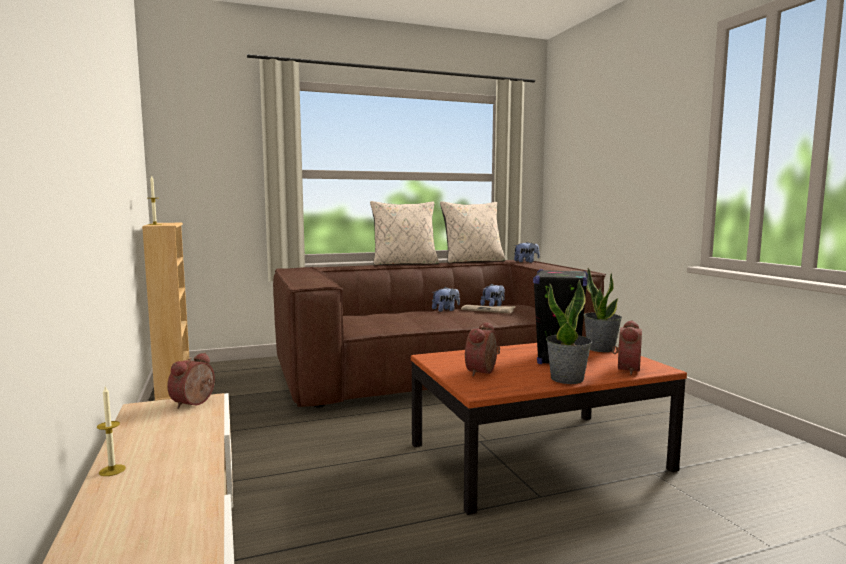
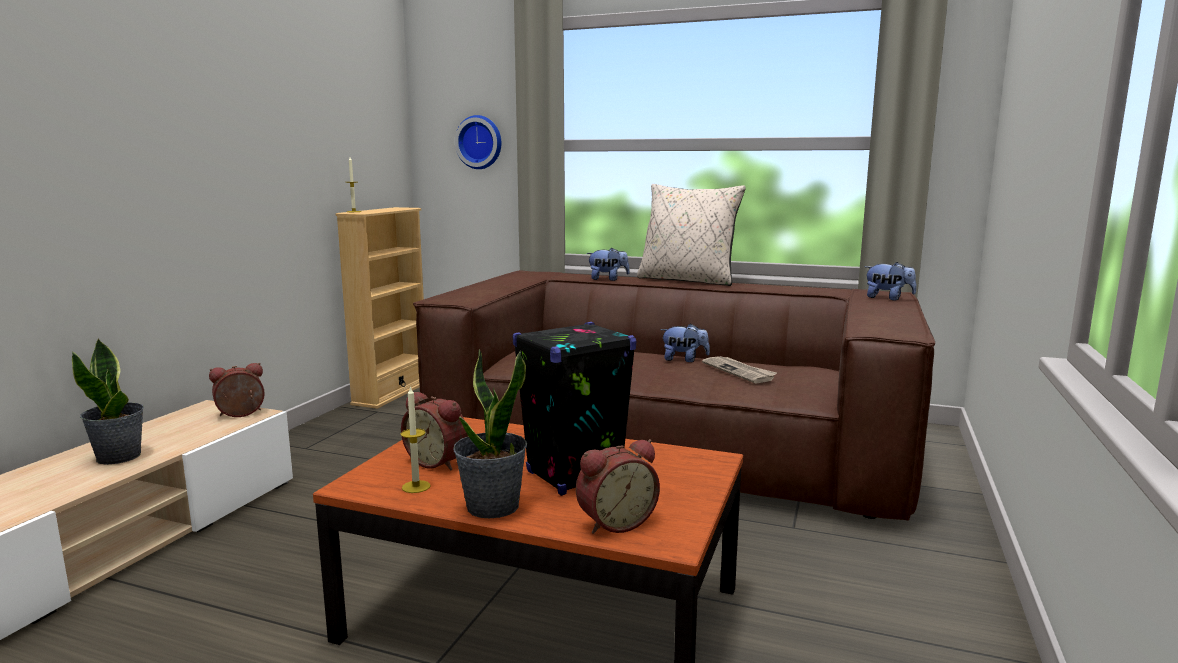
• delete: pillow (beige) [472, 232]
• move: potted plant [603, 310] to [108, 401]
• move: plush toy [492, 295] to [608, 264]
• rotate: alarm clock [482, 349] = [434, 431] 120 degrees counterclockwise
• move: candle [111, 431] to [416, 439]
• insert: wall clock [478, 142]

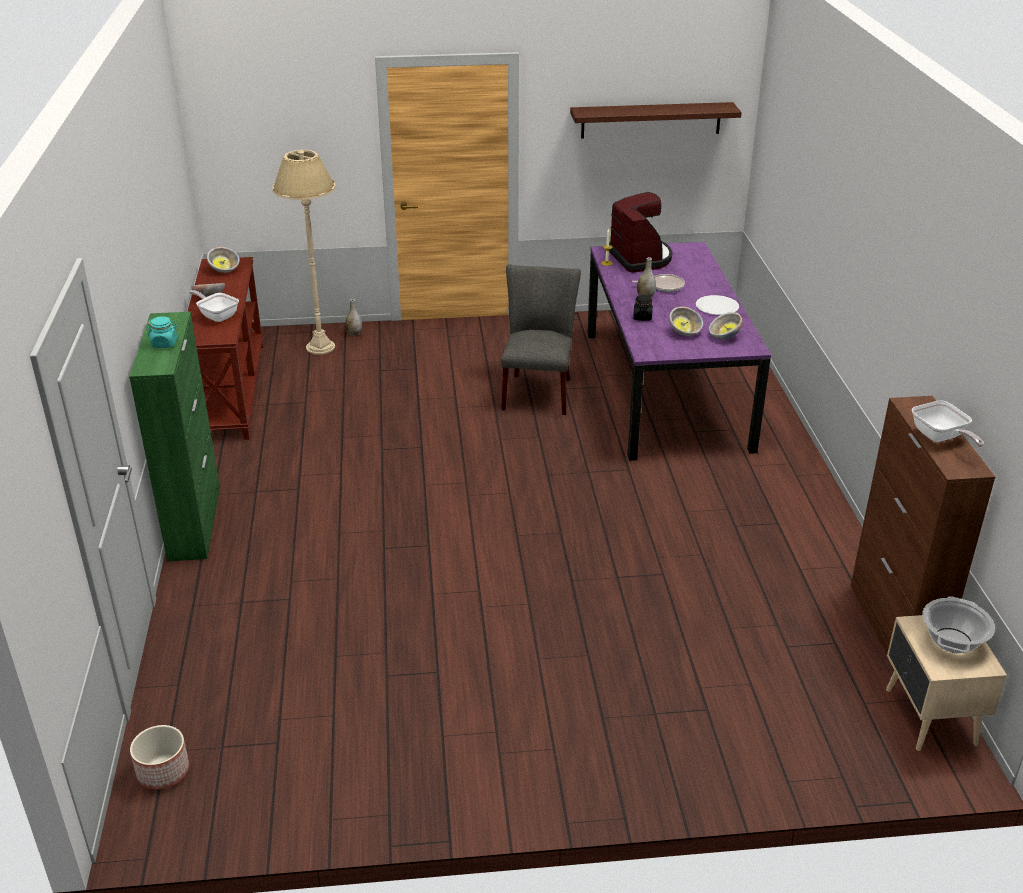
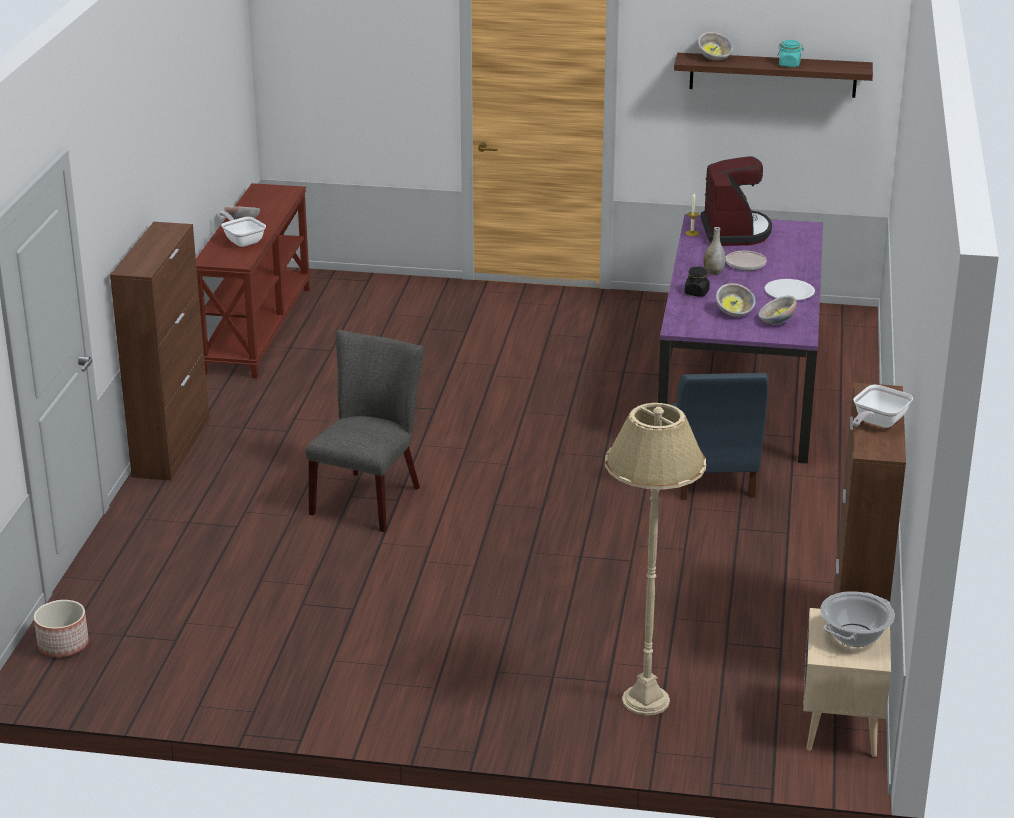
• move: floor lamp (beige) [304, 252] to [655, 559]
• move: bowl [223, 260] to [715, 46]
• move: chair (grey) [541, 339] to [365, 431]
• delete: vase (grey) [353, 317]
• recolor: cabinet (green) [174, 437] to cabinet (brown) [159, 351]
• move: jar (turquoise) [162, 332] to [790, 53]
• rotate: frying pan [948, 423] = [883, 406] 45 degrees clockwise
• insert: chair (blue) [719, 436]

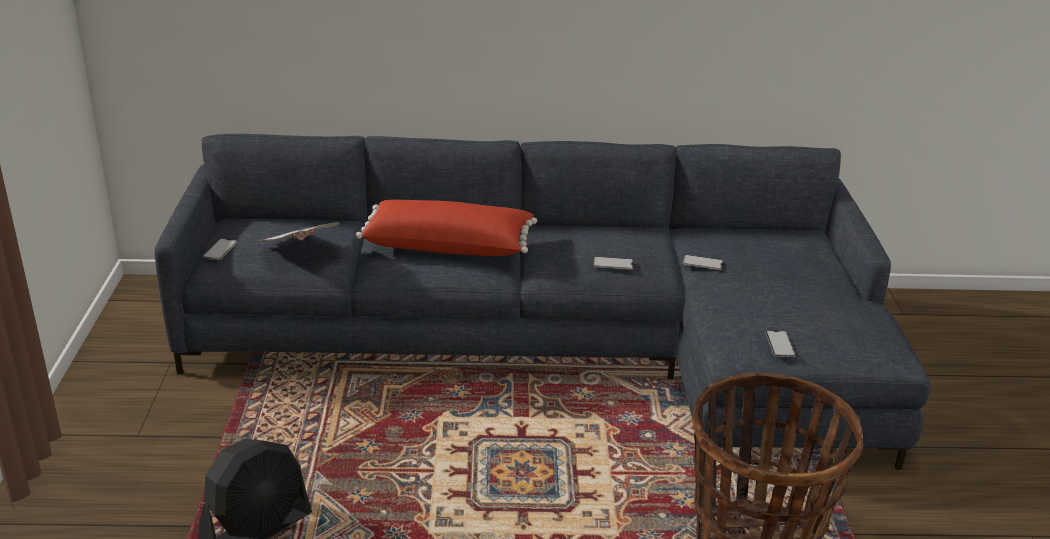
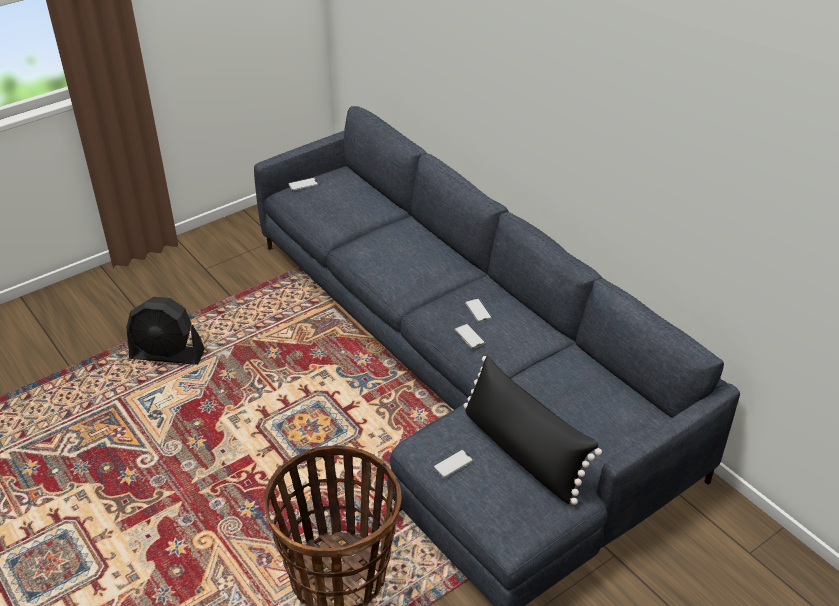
• delete: pillow (red) [446, 228]
• delete: newspaper [300, 232]
• move: phone [703, 262] to [478, 310]
• insert: pillow (black) [532, 430]

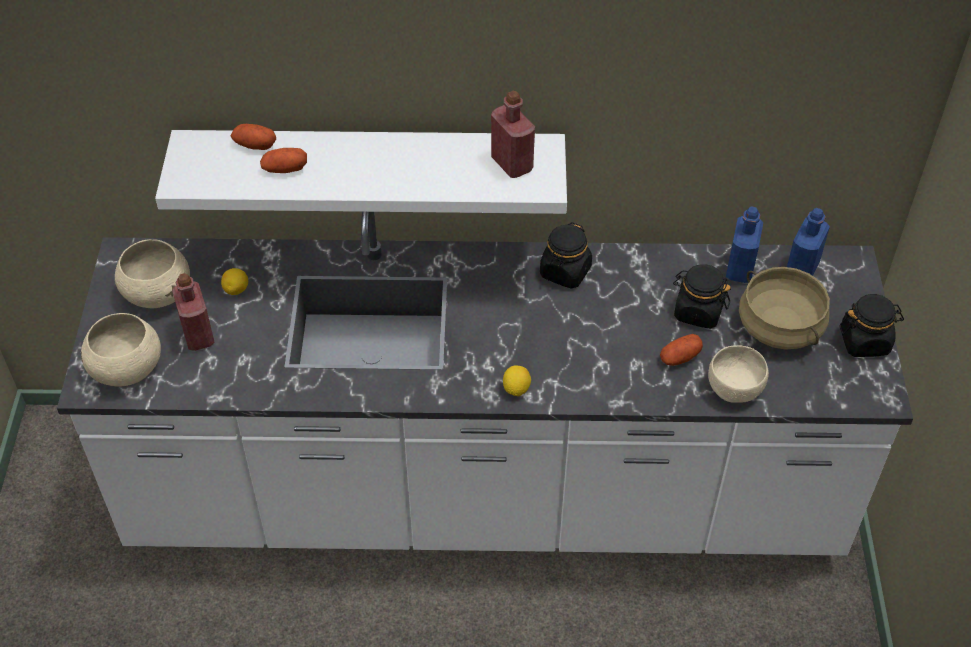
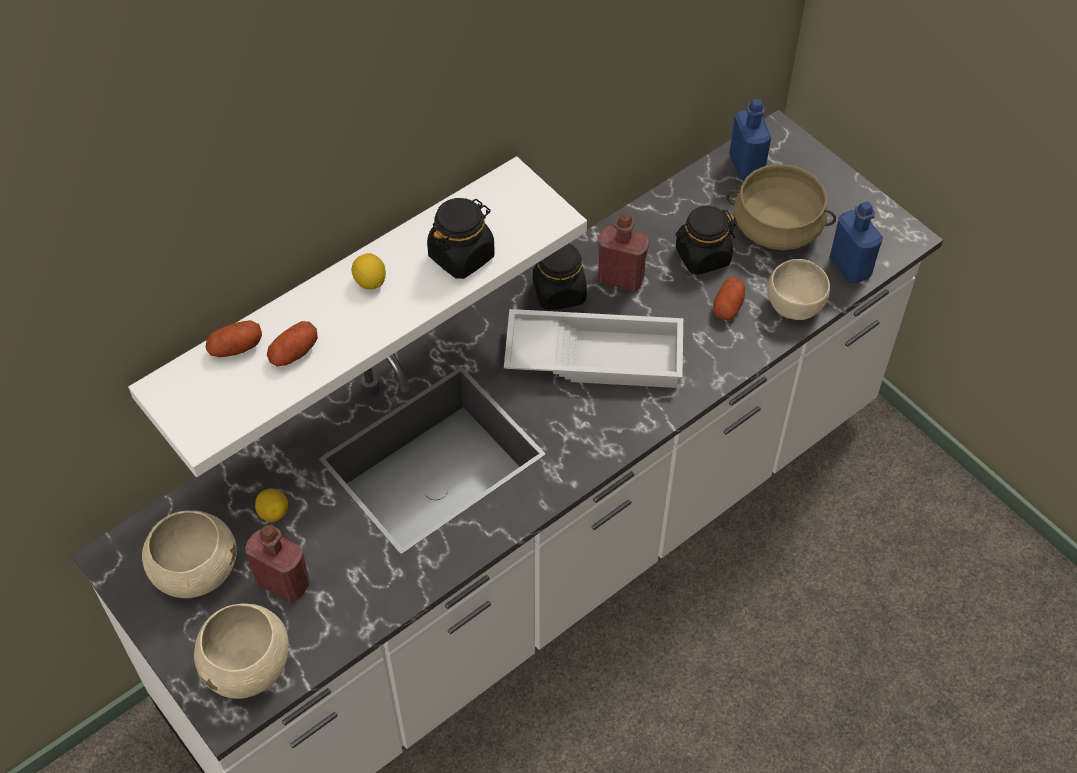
• move: bottle (red) [513, 134] to [623, 252]
• move: bottle (blue) [744, 244] to [856, 242]
• move: jar (black) [871, 325] to [461, 238]
• move: lemon [517, 380] to [369, 271]
• insert: tray (white) [593, 348]

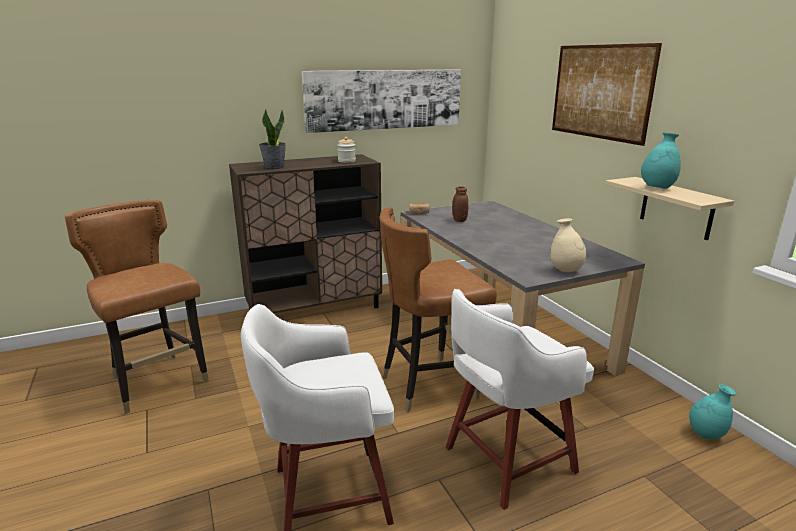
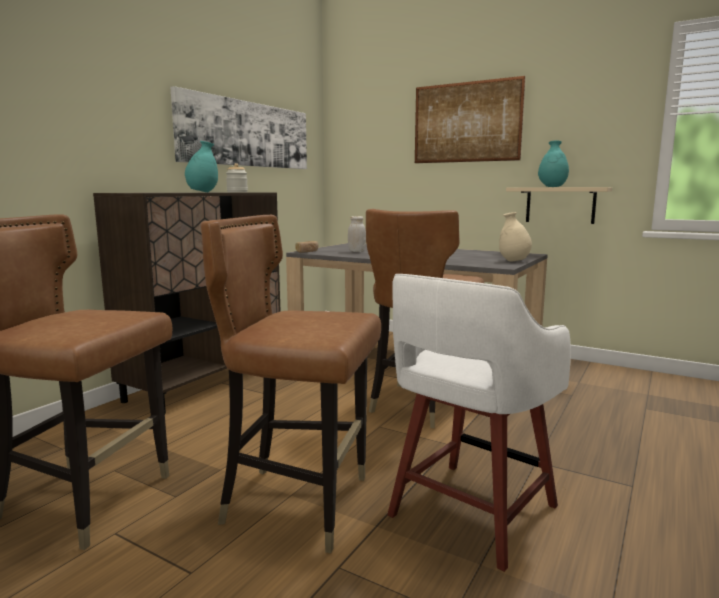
• delete: potted plant [272, 139]
• recolor: jar (brown) [460, 204] to jar (white) [357, 234]
• delete: stool (white) [520, 399]
• move: vase (turquoise) [712, 412] to [201, 166]
• insert: chair (brown) [290, 384]

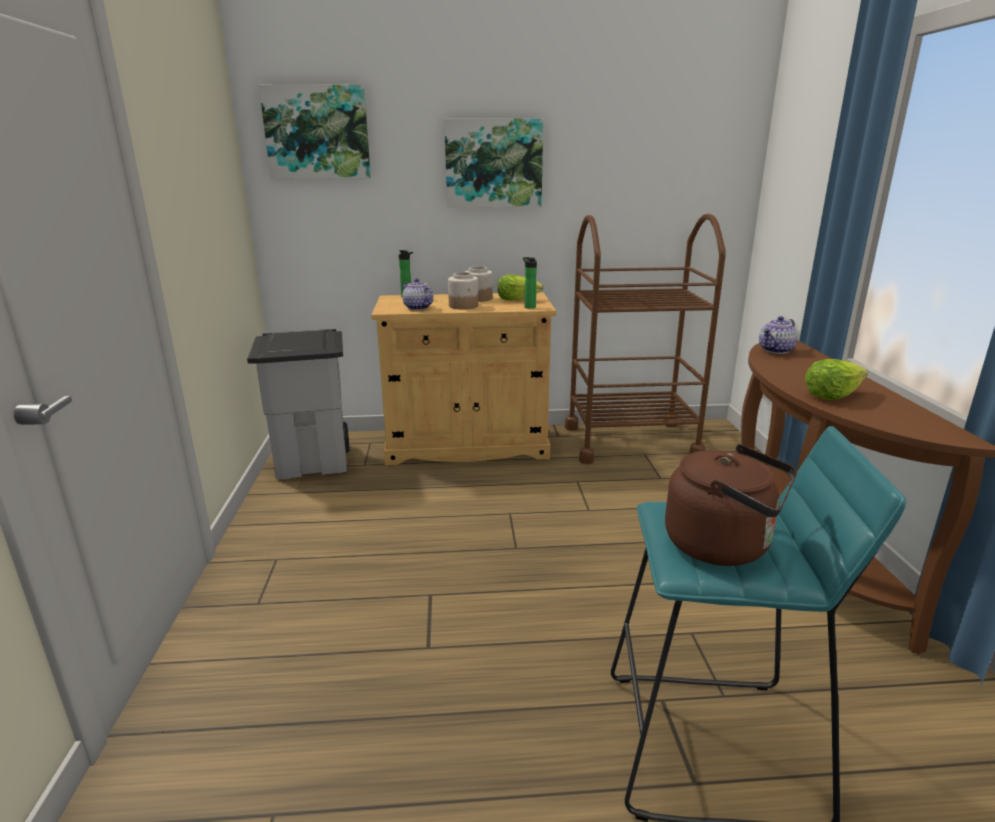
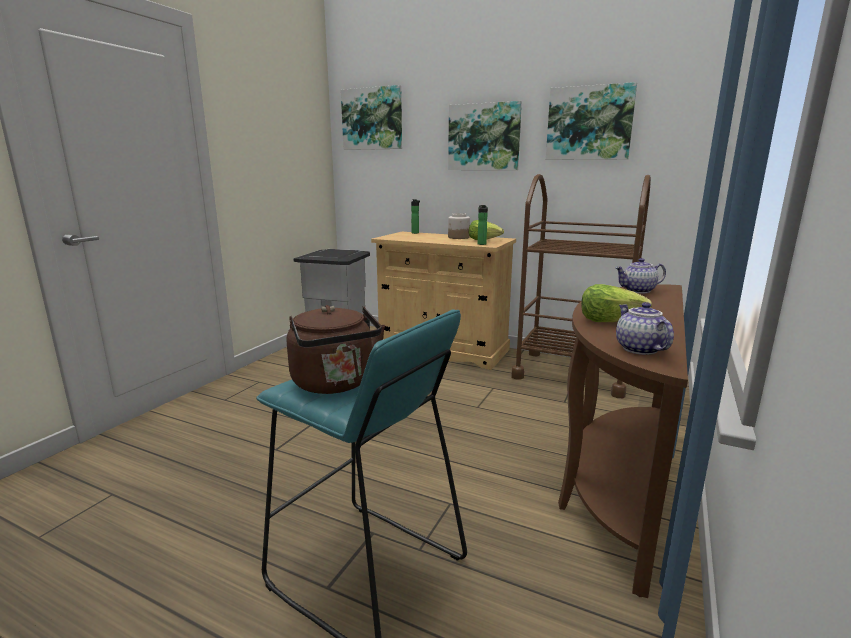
• delete: jar [463, 291]
• move: teapot [418, 294] to [645, 328]
• insert: picture [591, 121]

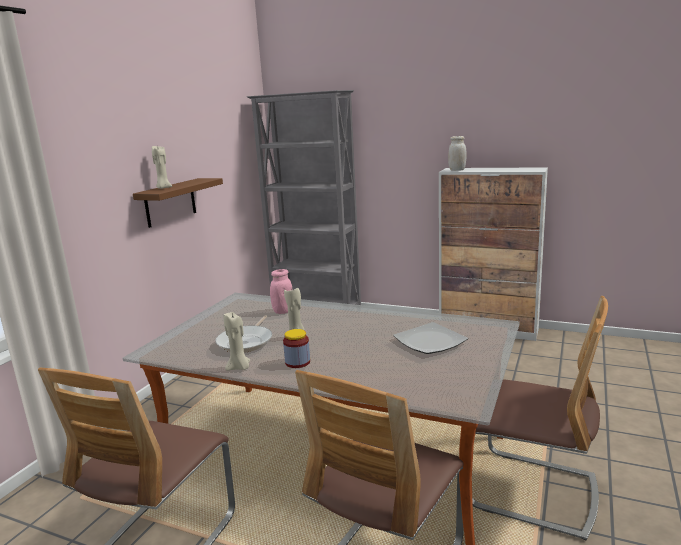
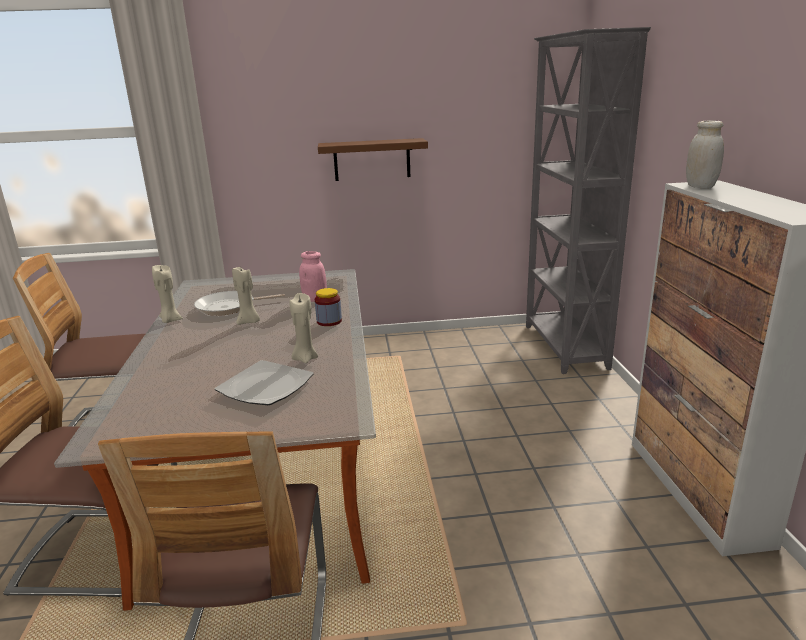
• move: candle (beige) [162, 167] to [303, 328]
• move: jar [296, 348] to [328, 307]

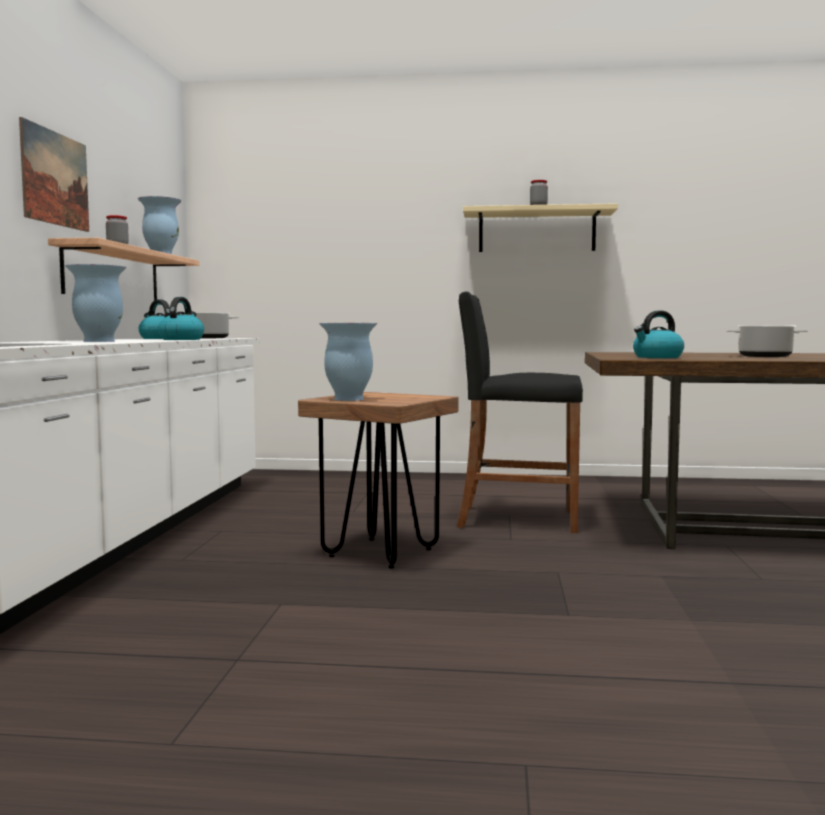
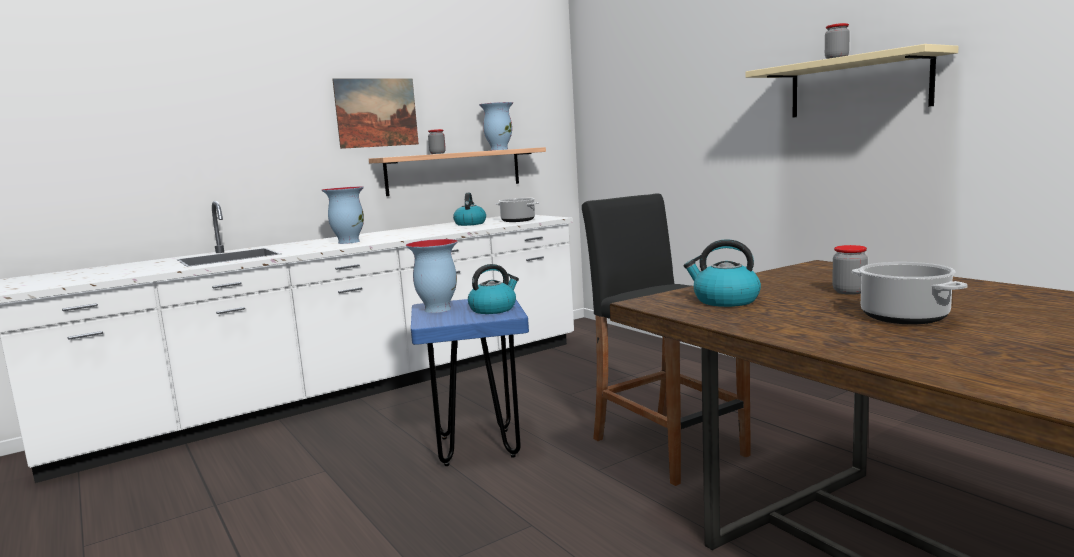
• move: kettle [181, 318] to [493, 289]
• recolor: stool (brown) [378, 480] to stool (blue) [470, 382]
• insert: jar [850, 270]

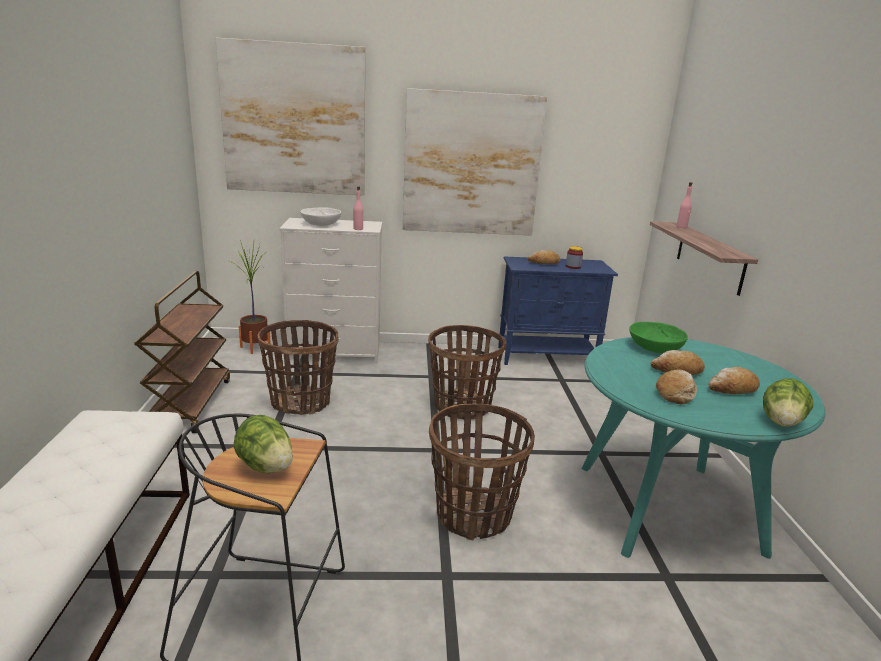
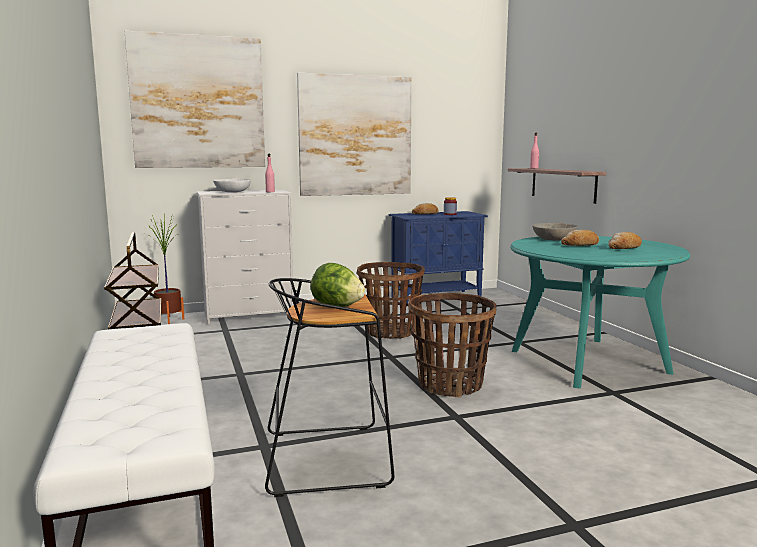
• delete: basket [298, 367]
• recolor: bowl (green) [658, 337] to bowl (grey) [554, 232]
• delete: bread [676, 386]
• delete: lettuce [788, 402]

